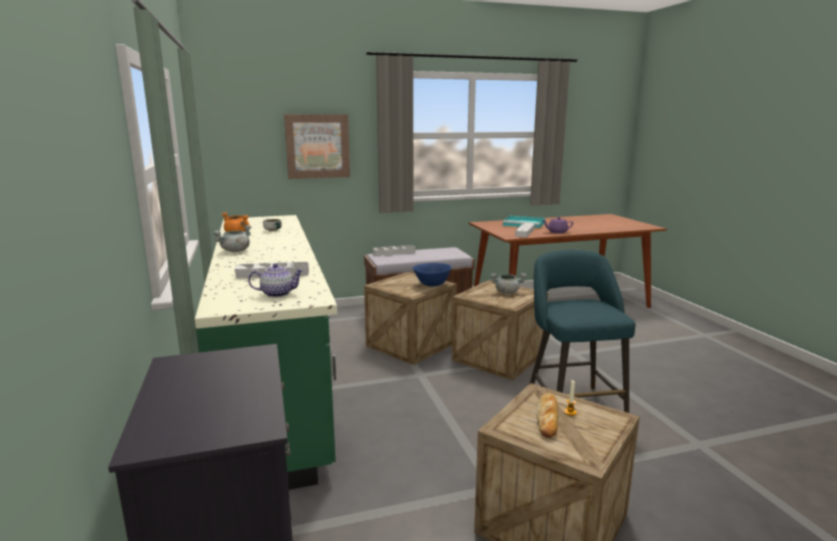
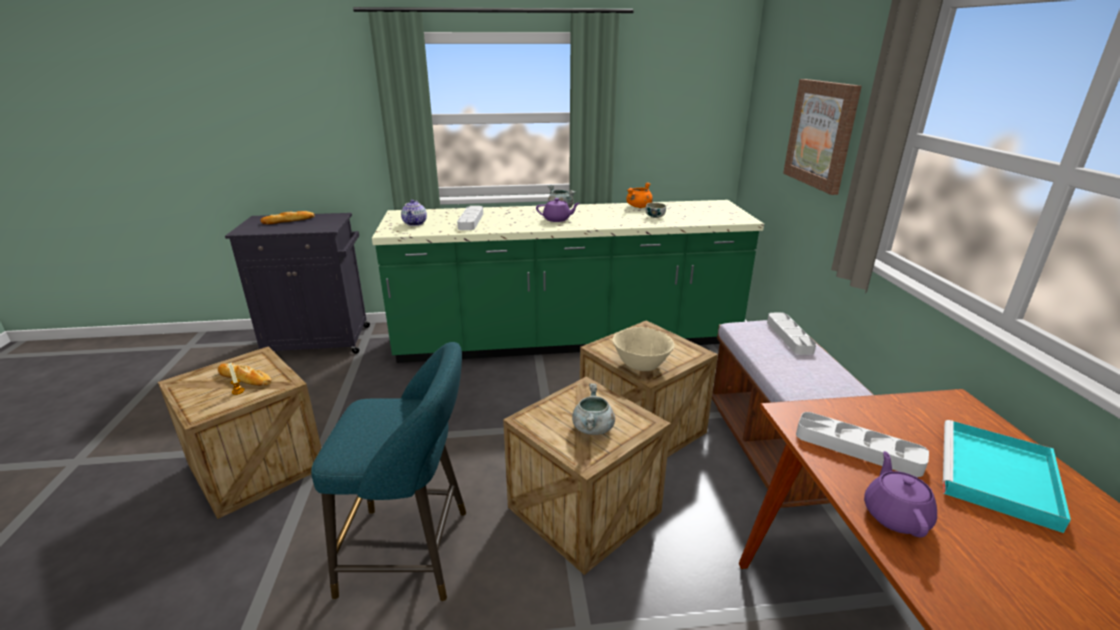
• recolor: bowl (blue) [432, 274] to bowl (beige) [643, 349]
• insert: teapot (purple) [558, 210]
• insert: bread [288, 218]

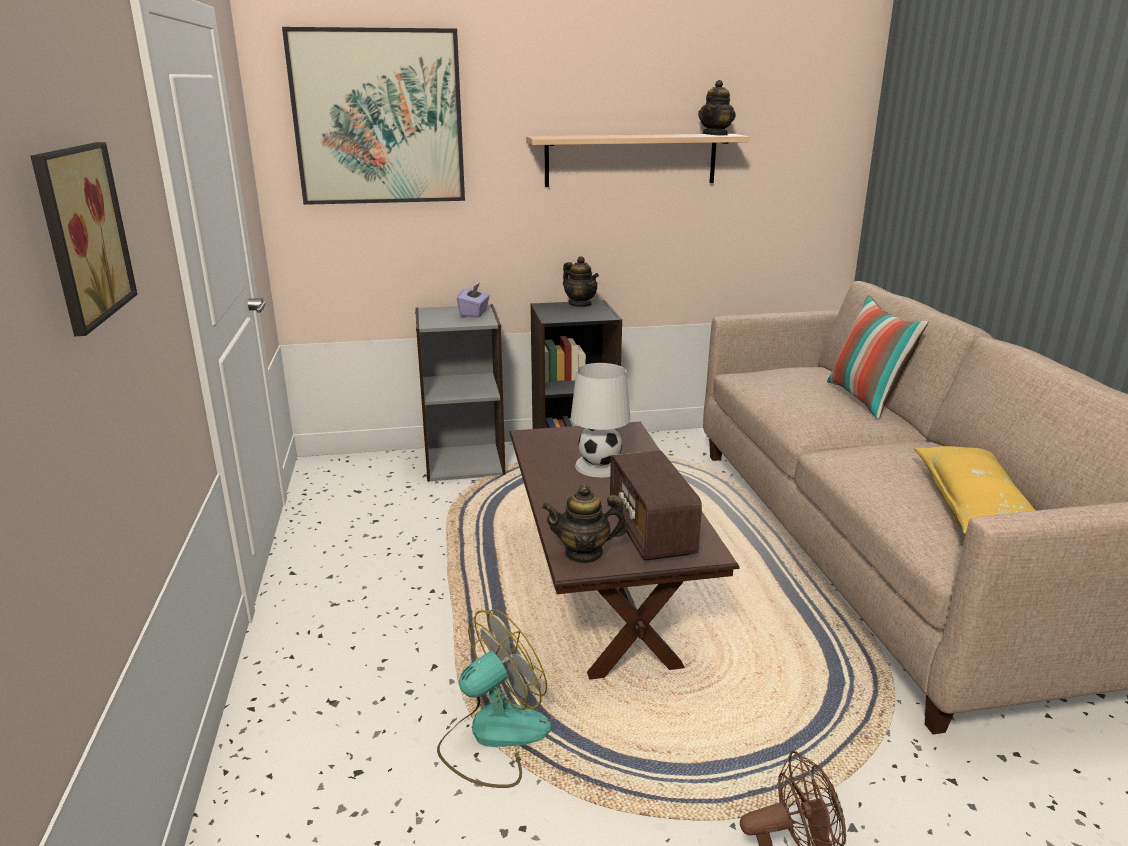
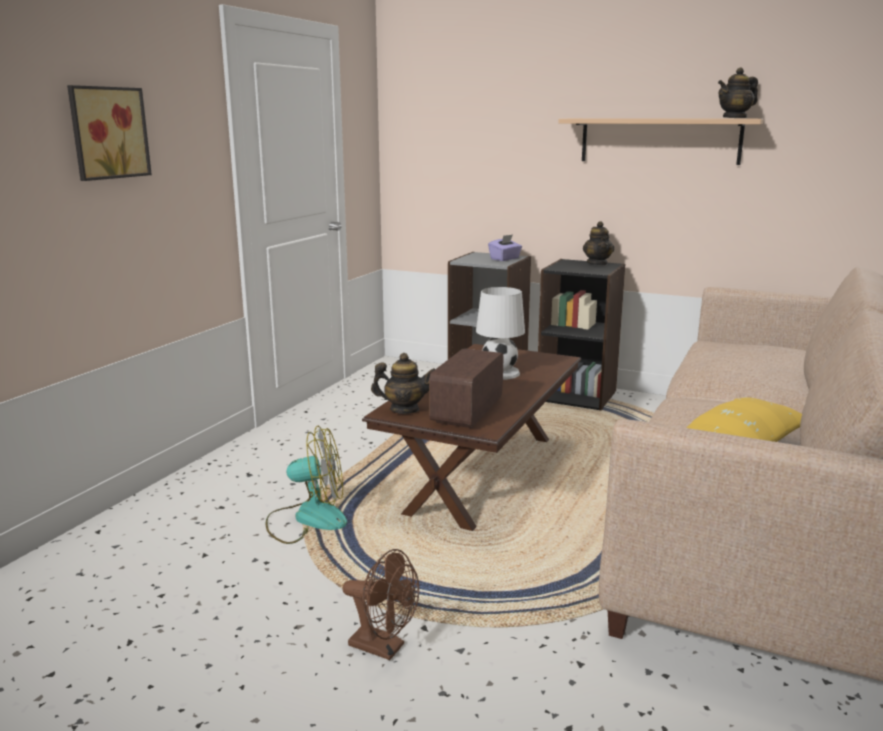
• delete: picture [373, 116]
• delete: pillow [877, 357]
• rotate: teapot [585, 524] = [403, 383] 150 degrees clockwise

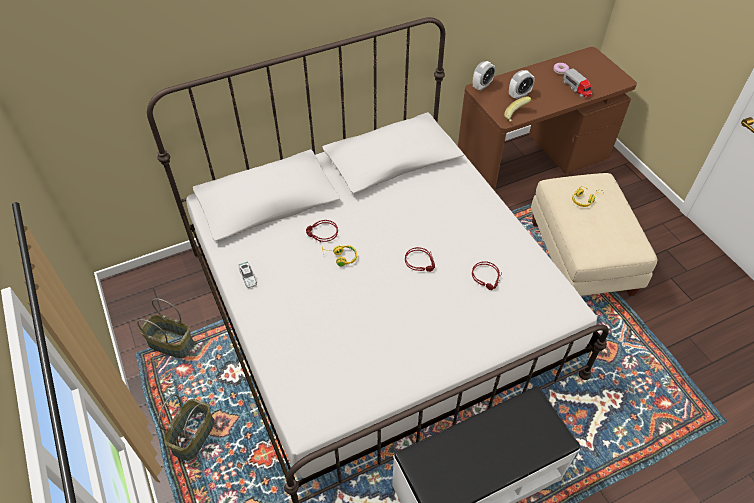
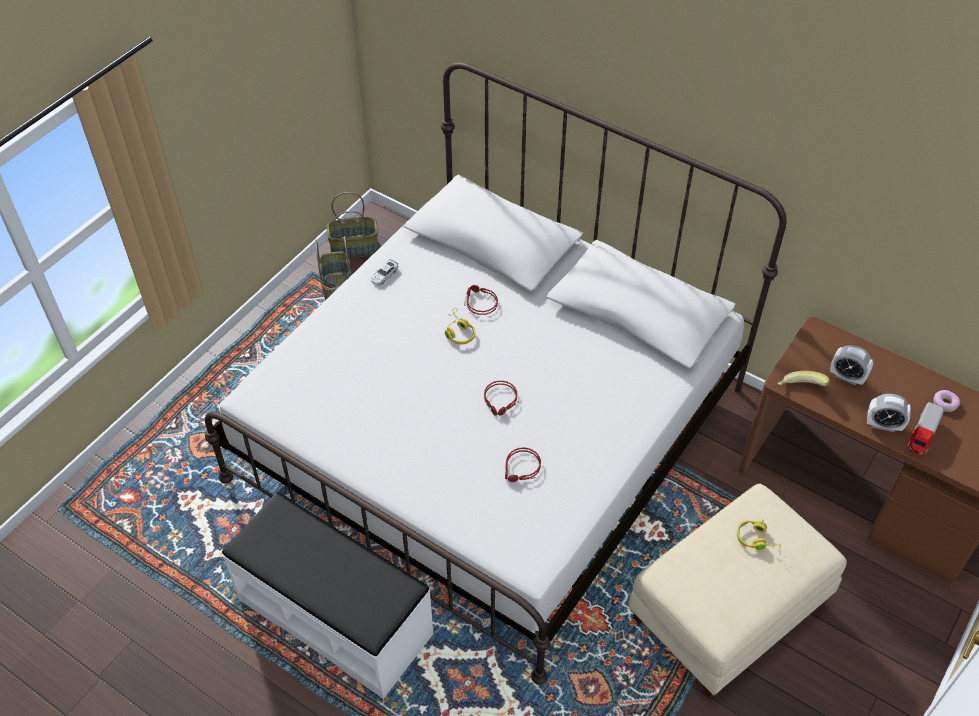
• move: alarm clock [484, 76] to [889, 413]
• move: basket [186, 427] to [352, 225]

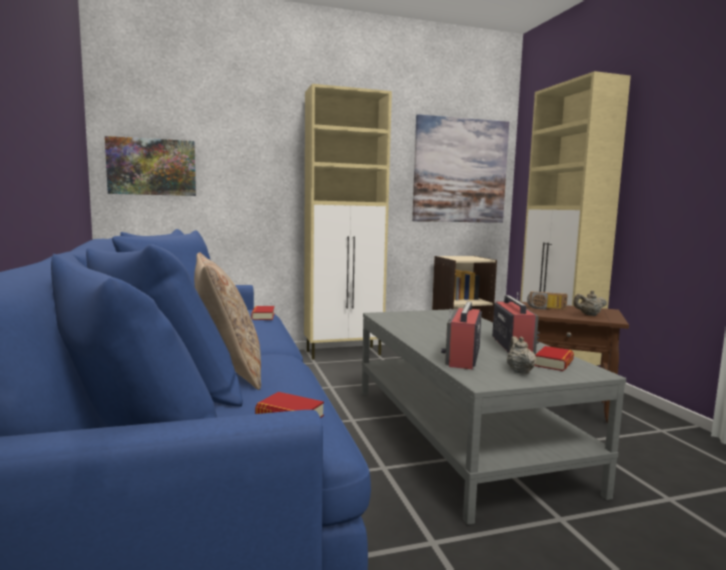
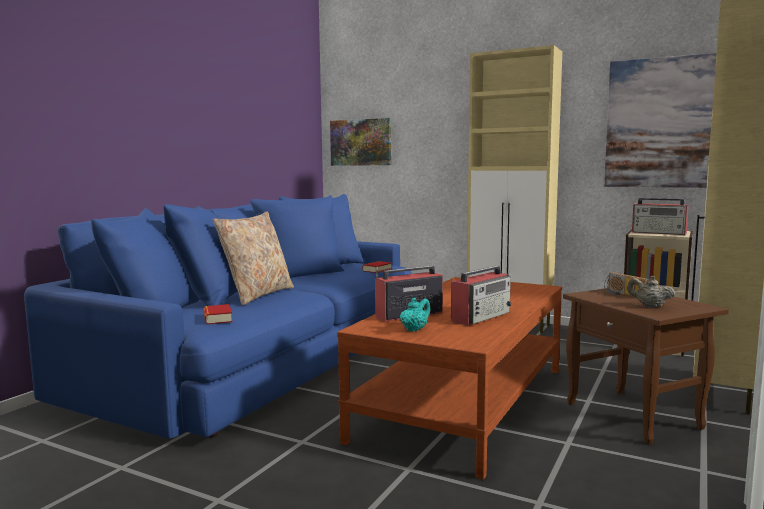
• recolor: coffee table (grey) [494, 417] to coffee table (brown) [449, 378]
• recolor: teapot (beige) [521, 355] to teapot (turquoise) [415, 314]
• delete: book [554, 358]
• insert: radio [660, 216]

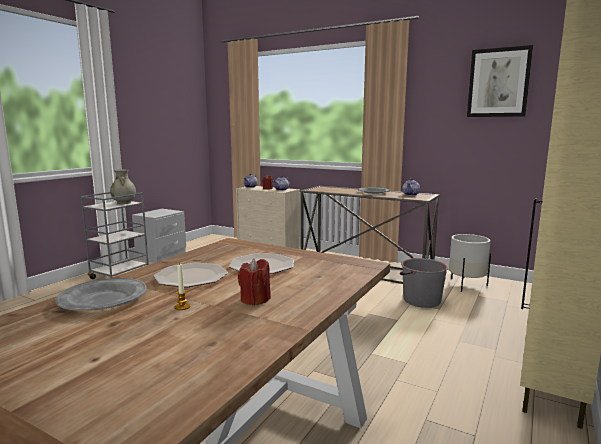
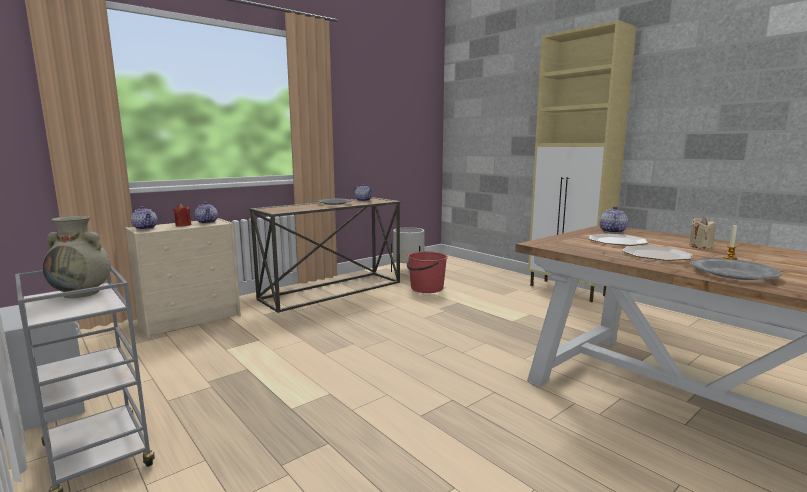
• delete: picture [500, 81]
• recolor: bucket (grey) [424, 283] to bucket (red) [427, 272]
• recolor: candle (red) [254, 282] to candle (beige) [703, 233]
• insert: teapot [613, 219]

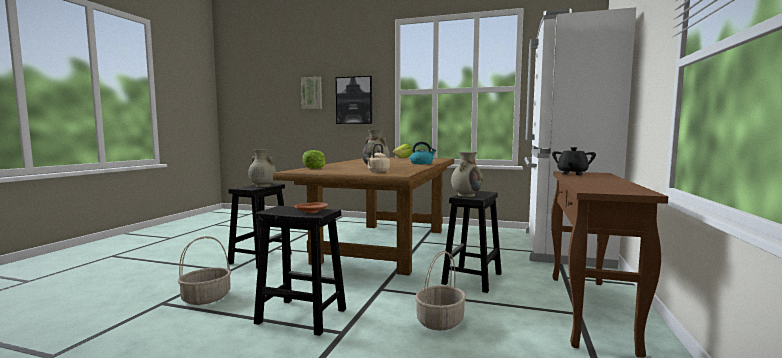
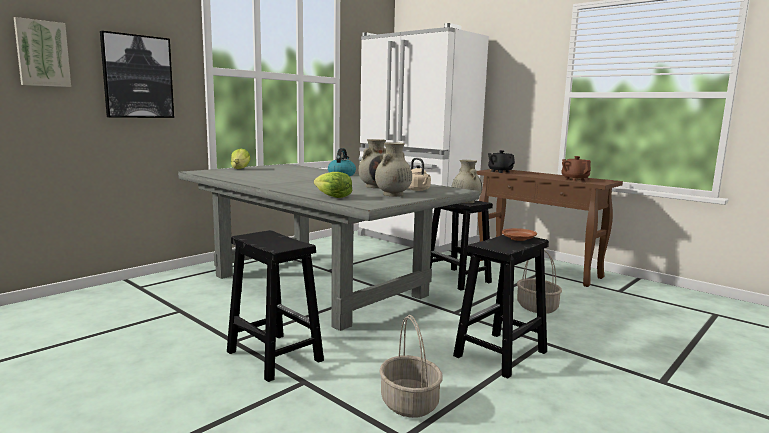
• move: vase (beige) [262, 168] to [393, 169]
• recolor: dining table (brown) [363, 216] to dining table (grey) [328, 247]
• insert: teapot (brown) [576, 168]

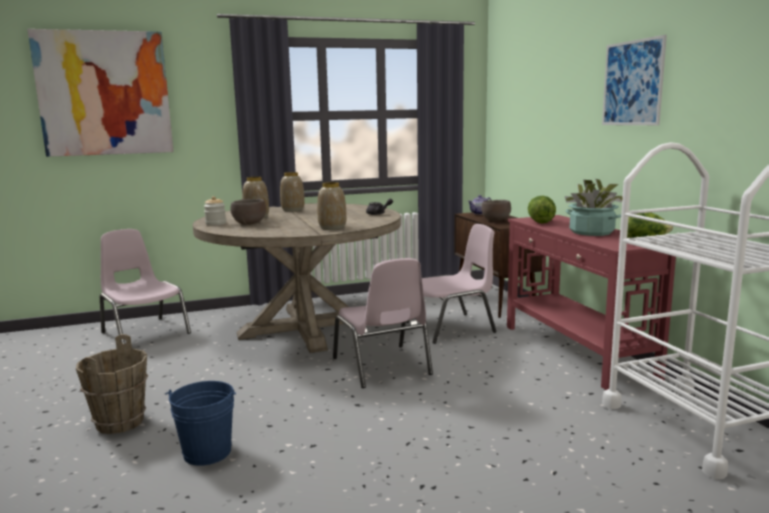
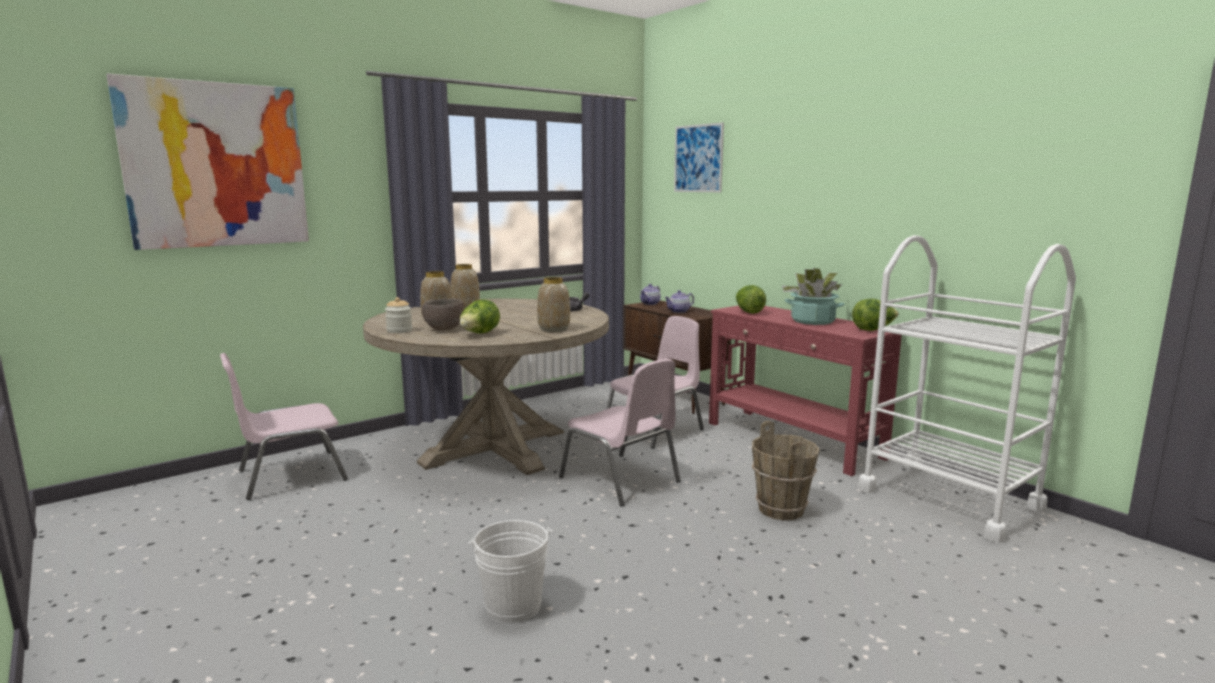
• move: picture [634, 80] to [699, 157]
• replace: bowl (brown) [496, 210] to teapot [679, 301]
• rotate: chair (pink) [145, 286] = [284, 426] 60 degrees counterclockwise
• move: bucket (brown) [112, 384] to [786, 470]
• recolor: bucket (blue) [200, 423] to bucket (white) [510, 571]
• insert: lettuce [479, 316]

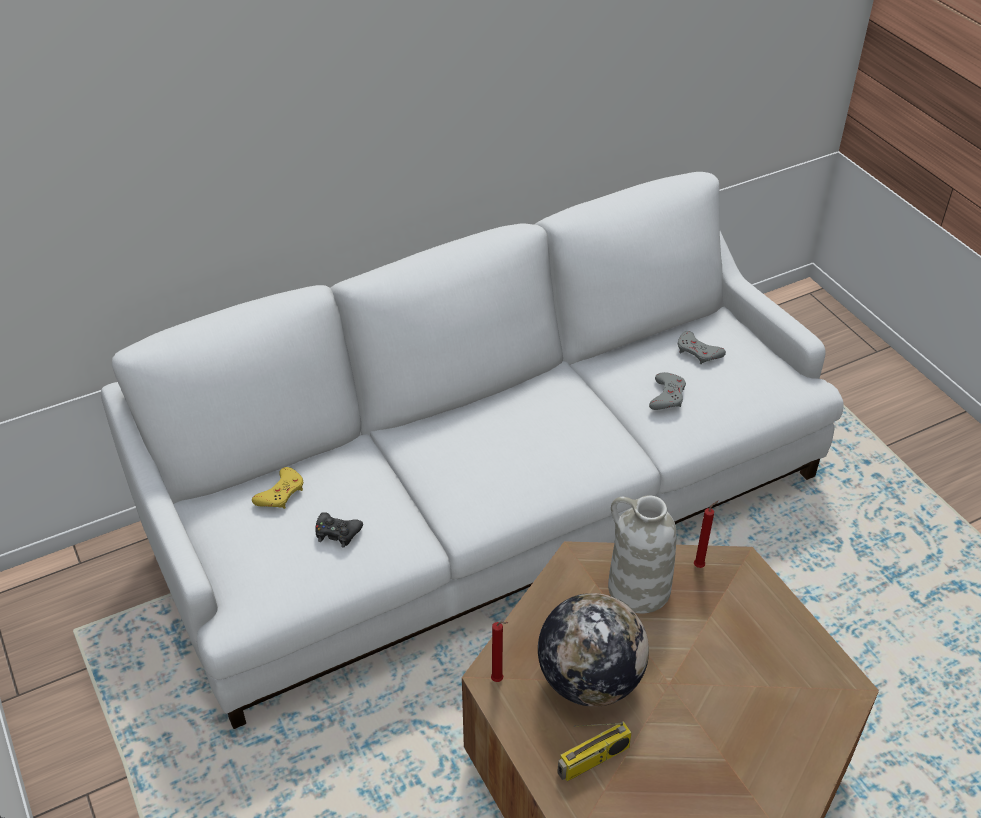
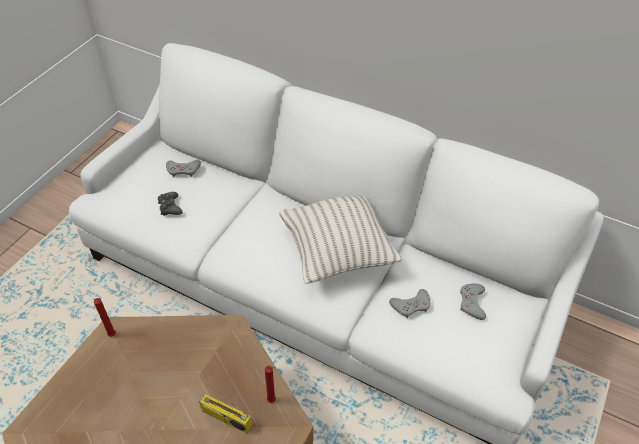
• recolor: game controller (yellow) [277, 488] to game controller (grey) [183, 169]
• delete: vase (white) [642, 554]
• delete: globe [593, 650]
• move: radio [594, 751] to [225, 408]
• insert: pillow [340, 239]

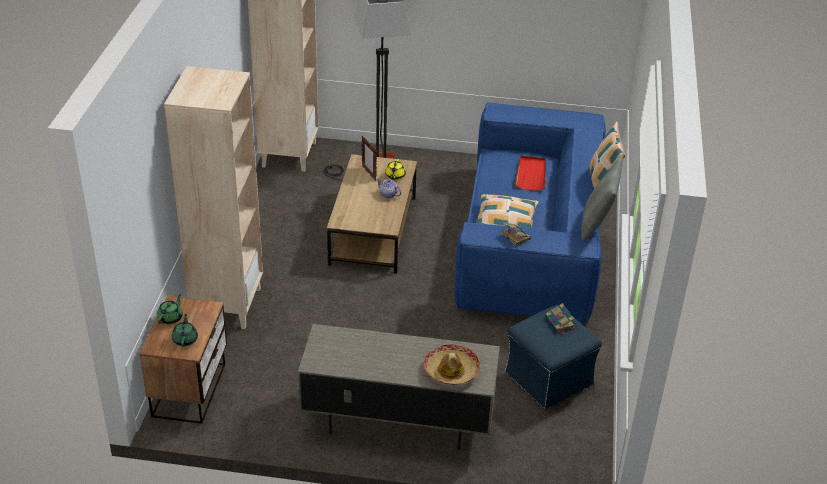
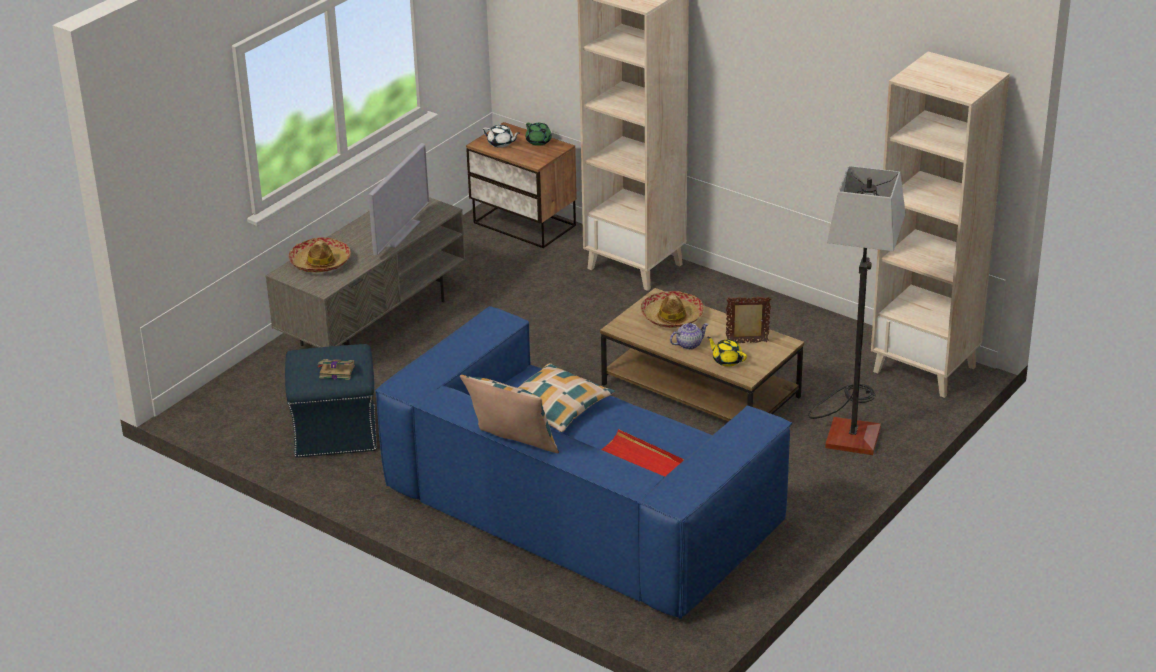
• delete: pillow (grey) [602, 198]
• delete: book [516, 235]
• recolor: teapot (green) [185, 330] to teapot (white) [501, 136]
• insert: television [398, 199]
• insert: hat [672, 309]

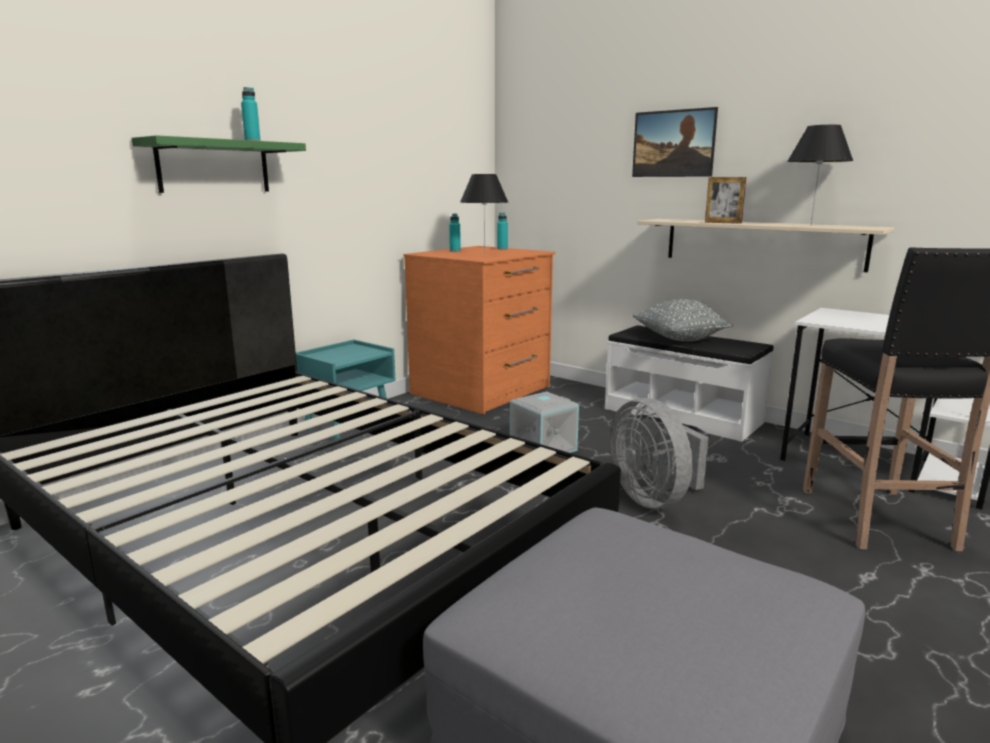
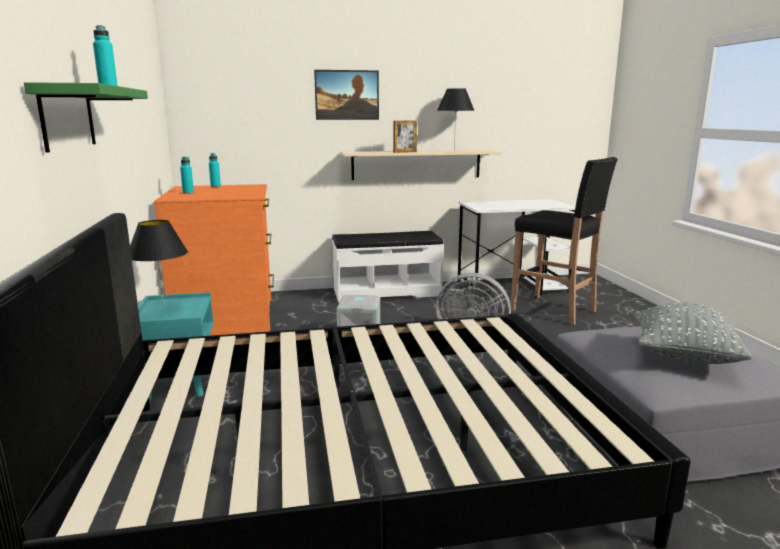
• move: table lamp (black) [484, 214] to [159, 265]
• move: pillow (grey) [683, 320] to [693, 333]

